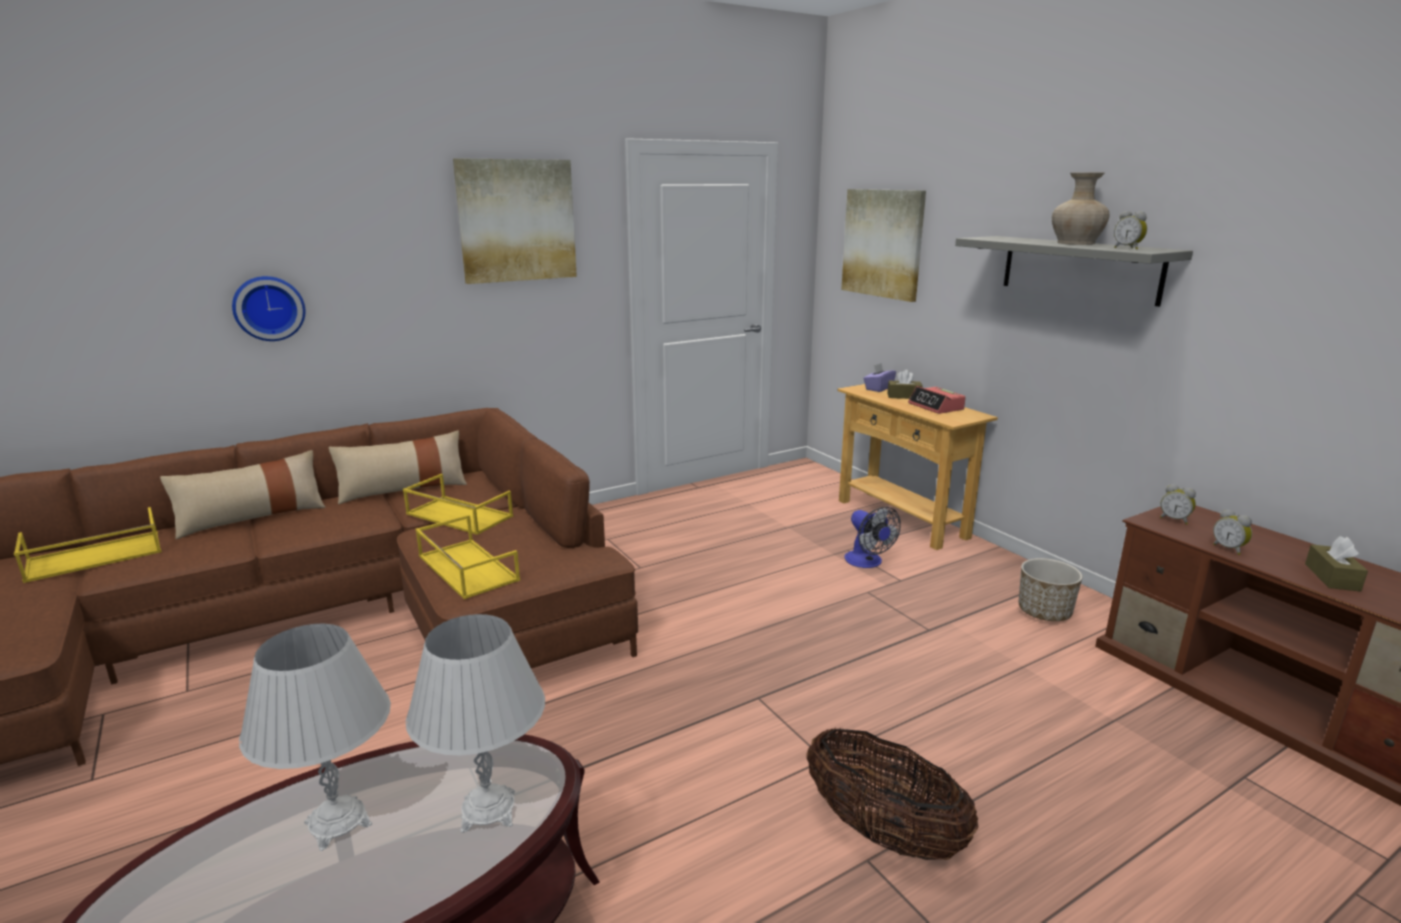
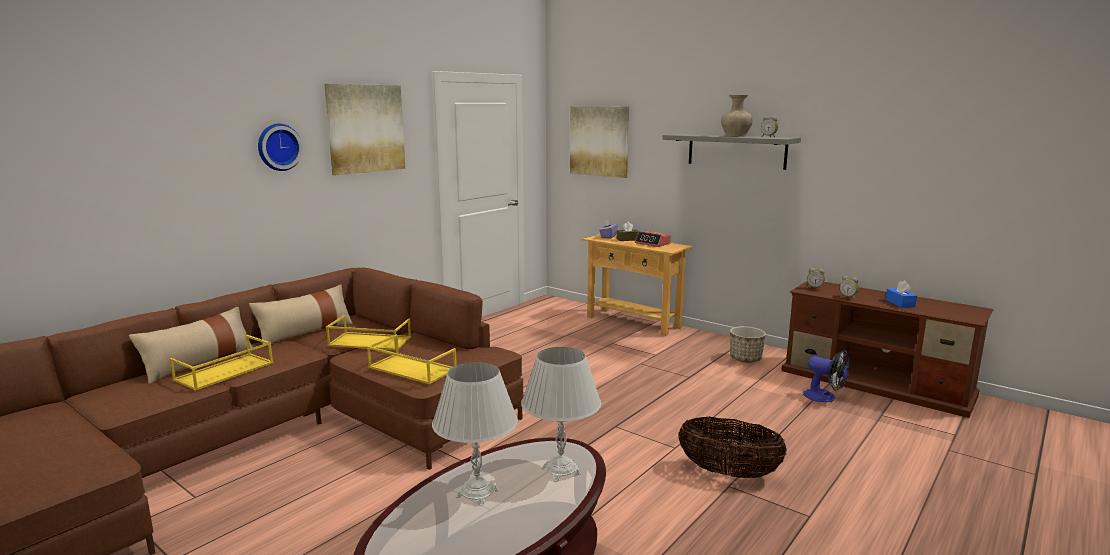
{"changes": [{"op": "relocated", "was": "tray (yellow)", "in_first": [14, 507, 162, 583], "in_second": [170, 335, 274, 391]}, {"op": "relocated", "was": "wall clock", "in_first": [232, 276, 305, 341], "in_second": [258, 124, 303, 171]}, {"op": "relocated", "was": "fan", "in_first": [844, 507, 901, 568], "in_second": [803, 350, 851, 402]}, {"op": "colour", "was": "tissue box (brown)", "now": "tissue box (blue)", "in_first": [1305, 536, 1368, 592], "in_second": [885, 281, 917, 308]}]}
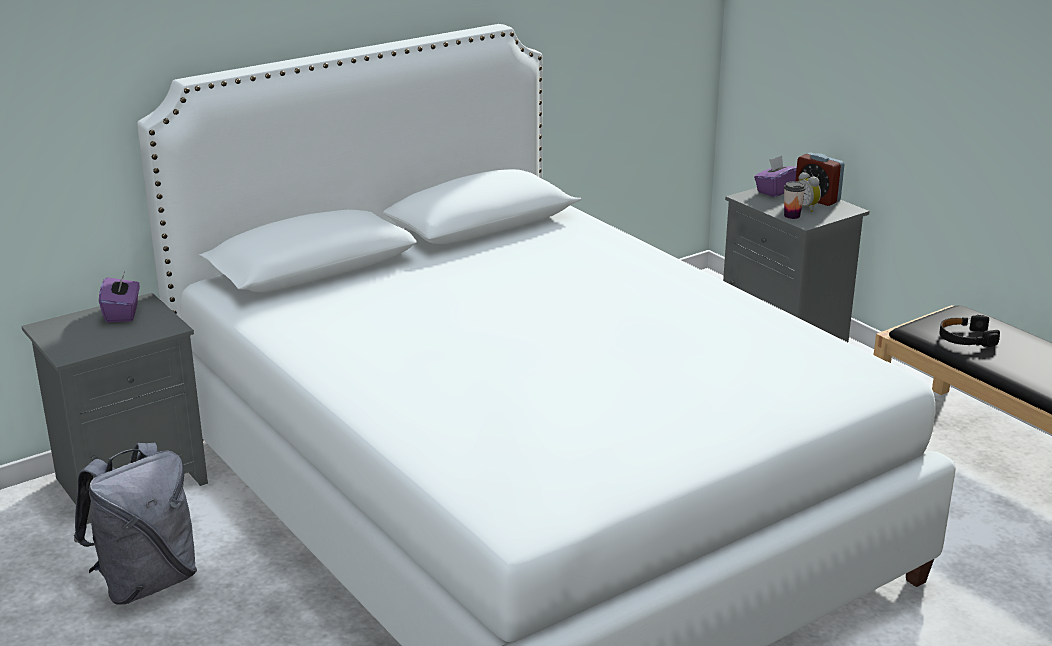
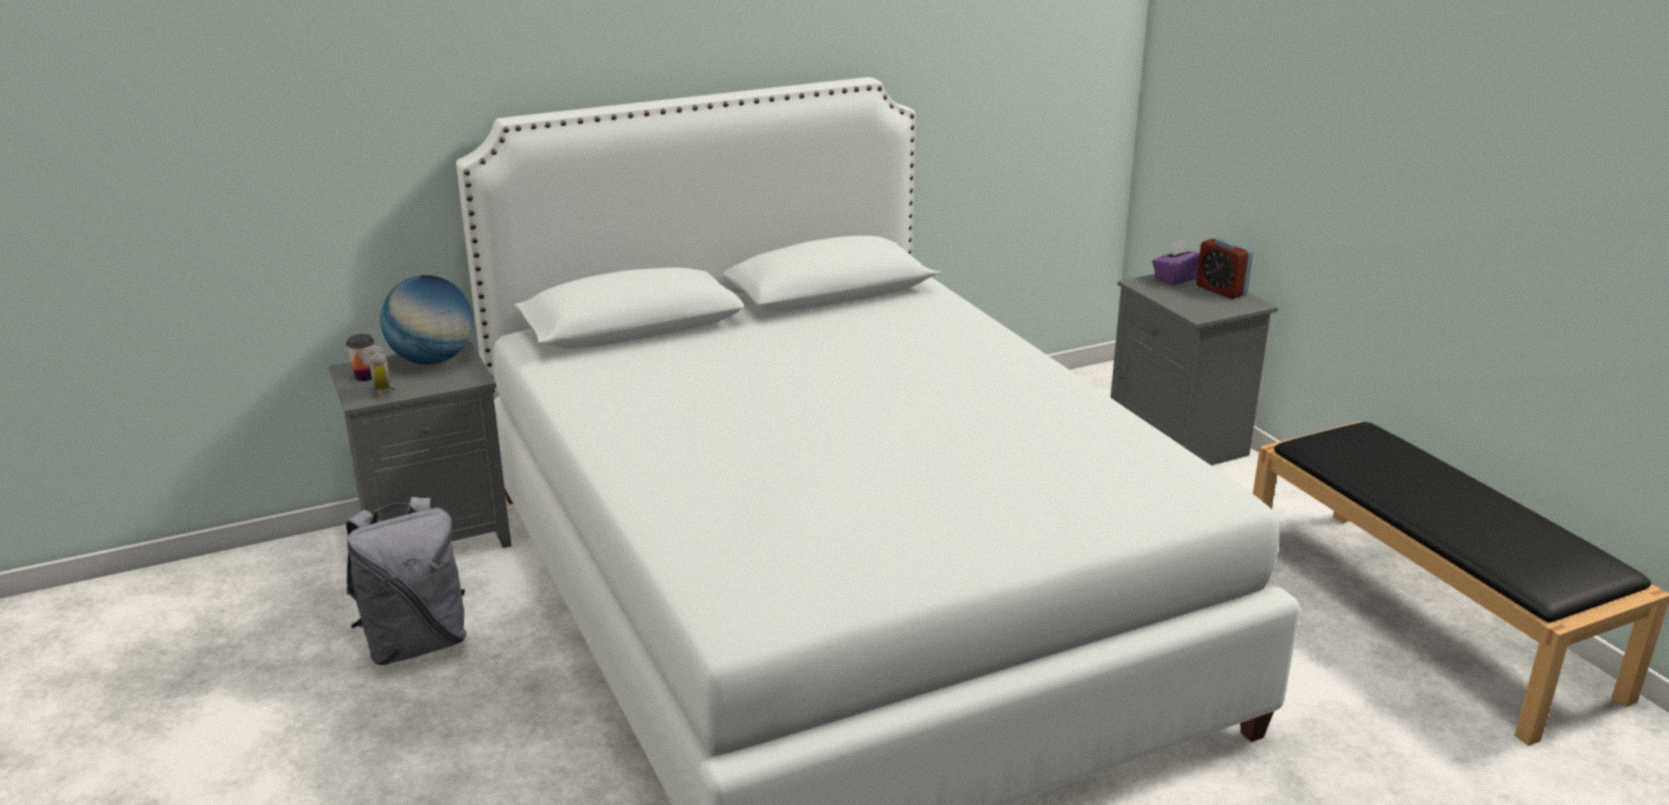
{"changes": [{"op": "missing", "was": "headphones (black)", "in_first": [939, 315, 1000, 347]}, {"op": "relocated", "was": "cup", "in_first": [784, 181, 806, 219], "in_second": [346, 334, 374, 381]}, {"op": "relocated", "was": "alarm clock", "in_first": [798, 172, 821, 212], "in_second": [368, 345, 396, 398]}, {"op": "exchanged", "was": "tissue box (purple)", "now": "globe", "in_first": [99, 272, 140, 323], "in_second": [380, 275, 473, 365]}]}
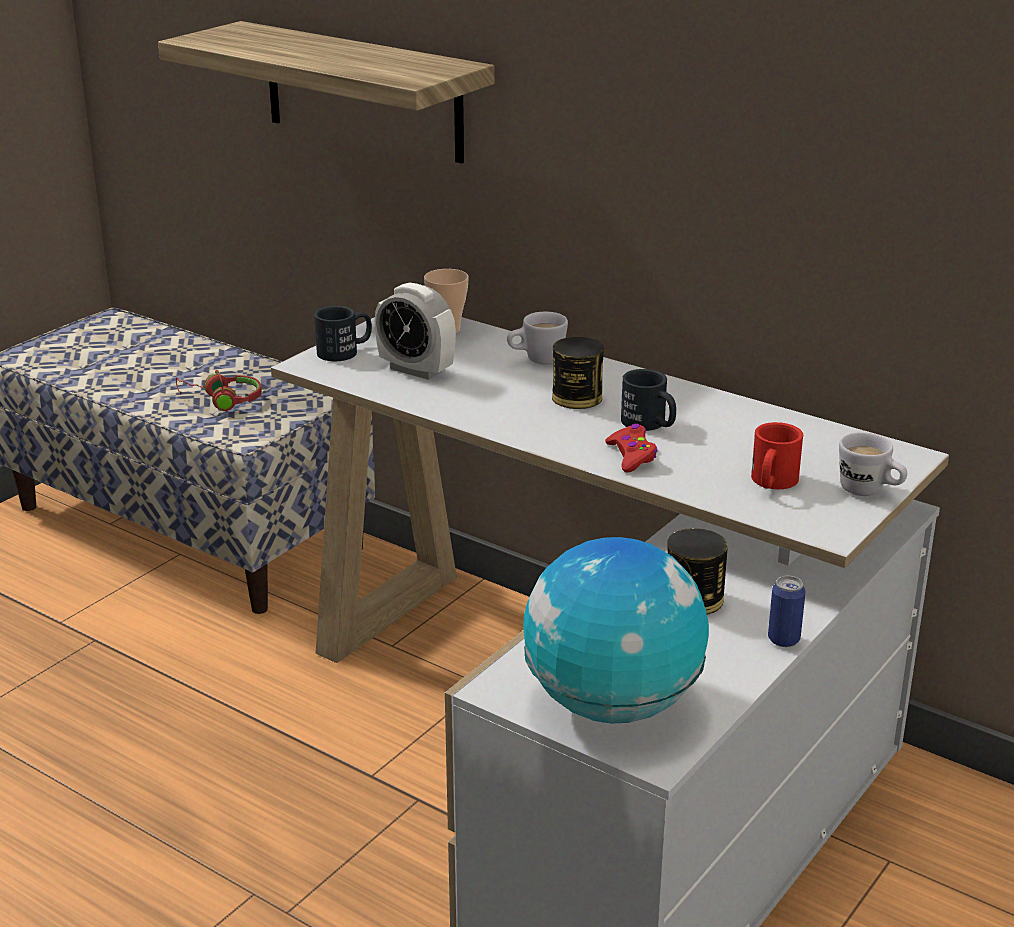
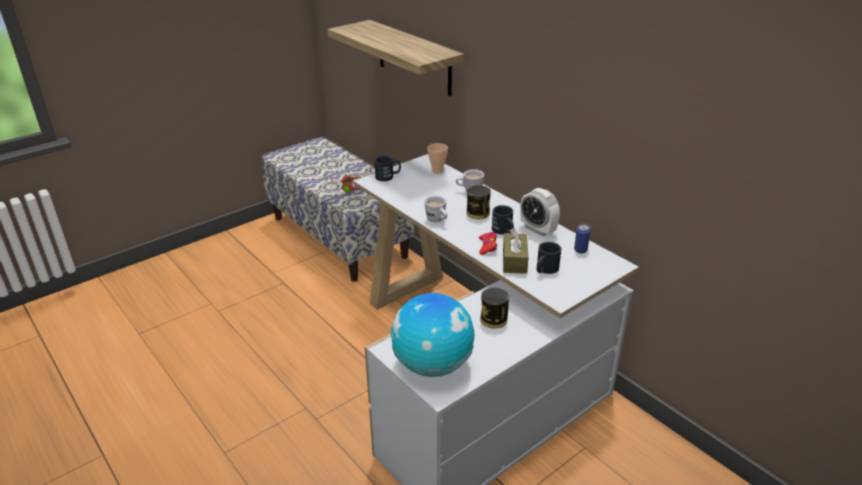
{"changes": [{"op": "appeared", "now": "tissue box (brown)", "in_second": [503, 229, 529, 274]}, {"op": "relocated", "was": "alarm clock", "in_first": [375, 283, 456, 380], "in_second": [520, 188, 560, 236]}, {"op": "relocated", "was": "can", "in_first": [768, 576, 806, 647], "in_second": [574, 224, 590, 253]}, {"op": "relocated", "was": "mug (white)", "in_first": [839, 432, 907, 496], "in_second": [424, 196, 447, 222]}, {"op": "colour", "was": "mug (red)", "now": "mug (black)", "in_first": [751, 422, 803, 489], "in_second": [537, 242, 561, 274]}]}
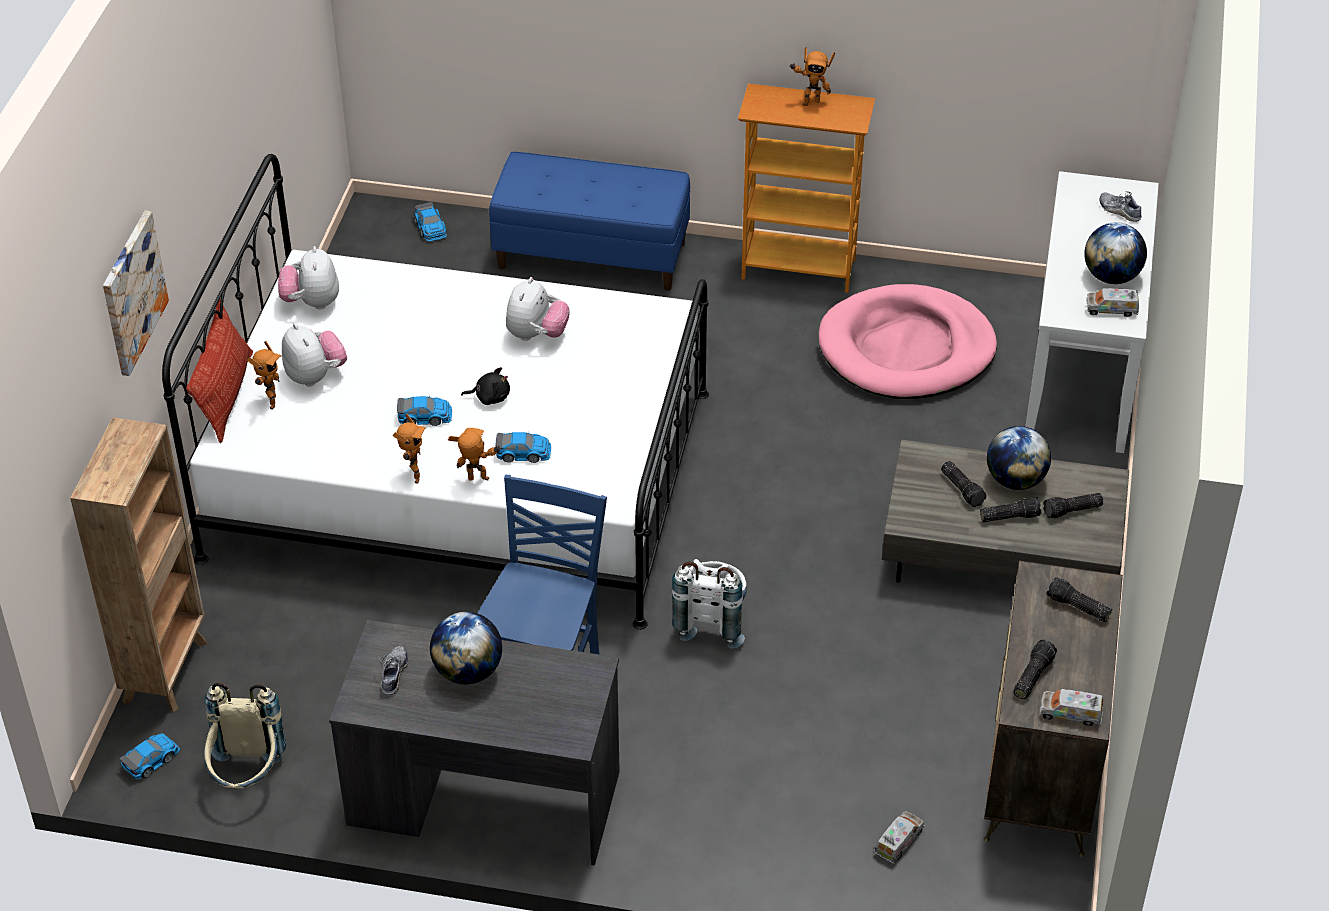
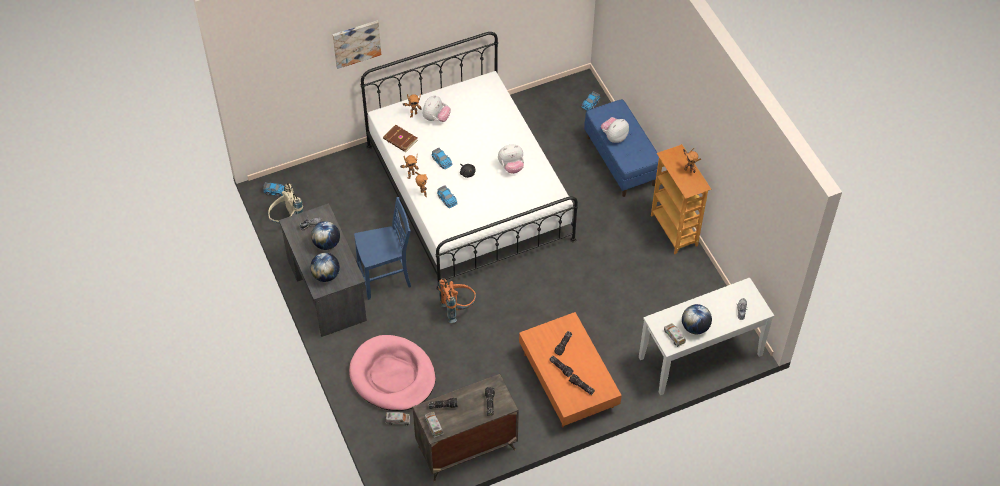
{"changes": [{"op": "missing", "was": "bookcase (brown)", "in_first": [70, 417, 208, 712]}, {"op": "missing", "was": "pillow", "in_first": [186, 299, 253, 443]}, {"op": "appeared", "now": "book (brown)", "in_second": [383, 125, 418, 152]}, {"op": "relocated", "was": "plush toy", "in_first": [278, 246, 339, 310], "in_second": [601, 117, 629, 143]}, {"op": "relocated", "was": "dog bed (pink)", "in_first": [819, 284, 997, 399], "in_second": [349, 335, 436, 411]}, {"op": "relocated", "was": "globe", "in_first": [987, 426, 1051, 490], "in_second": [310, 253, 340, 282]}, {"op": "colour", "was": "backpack (white)", "now": "backpack (orange)", "in_first": [672, 559, 747, 649], "in_second": [438, 278, 476, 323]}, {"op": "colour", "was": "coffee table (grey)", "now": "coffee table (orange)", "in_first": [882, 439, 1129, 582], "in_second": [519, 312, 622, 428]}]}
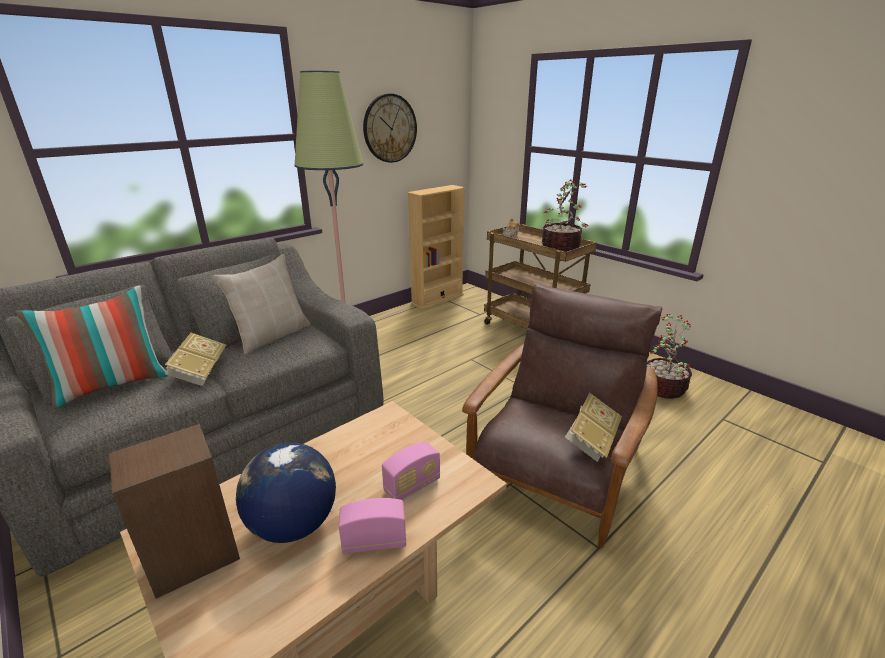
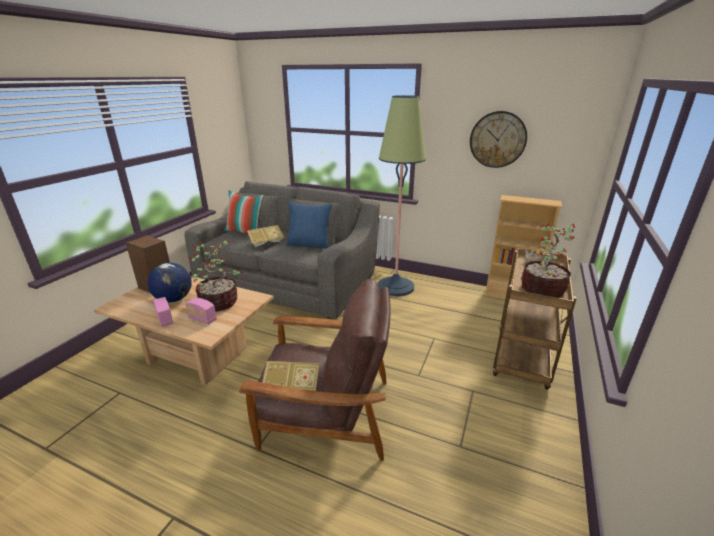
{"changes": [{"op": "relocated", "was": "potted plant", "in_first": [647, 314, 692, 399], "in_second": [189, 240, 243, 312]}, {"op": "colour", "was": "pillow (beige)", "now": "pillow (blue)", "in_first": [212, 254, 311, 355], "in_second": [286, 201, 332, 248]}]}
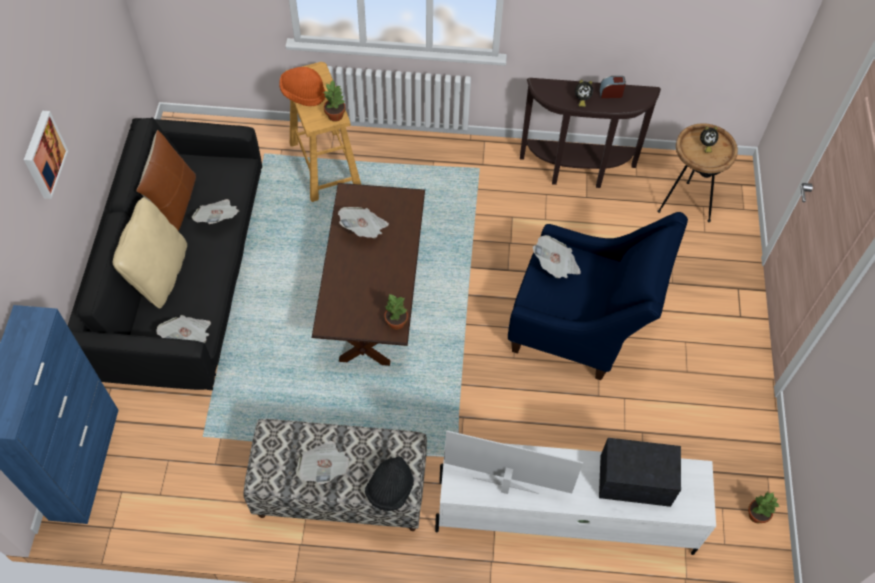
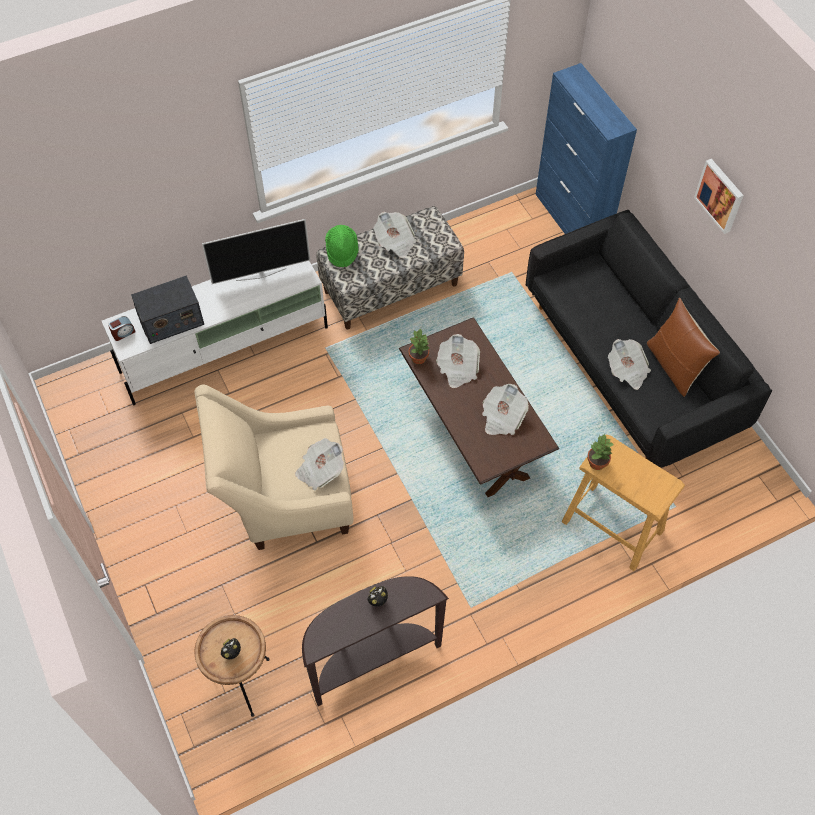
{"changes": [{"op": "missing", "was": "pillow (beige)", "in_first": [113, 197, 187, 308]}, {"op": "missing", "was": "hat (orange)", "in_first": [279, 67, 326, 106]}, {"op": "missing", "was": "potted plant", "in_first": [748, 492, 779, 523]}, {"op": "relocated", "was": "newspaper", "in_first": [156, 315, 211, 343], "in_second": [436, 334, 480, 388]}, {"op": "relocated", "was": "alarm clock", "in_first": [600, 76, 626, 98], "in_second": [108, 316, 136, 341]}, {"op": "colour", "was": "hat (black)", "now": "hat (green)", "in_first": [365, 457, 414, 511], "in_second": [325, 225, 358, 267]}, {"op": "colour", "was": "armchair (blue)", "now": "armchair (beige)", "in_first": [508, 212, 688, 380], "in_second": [195, 384, 353, 550]}]}
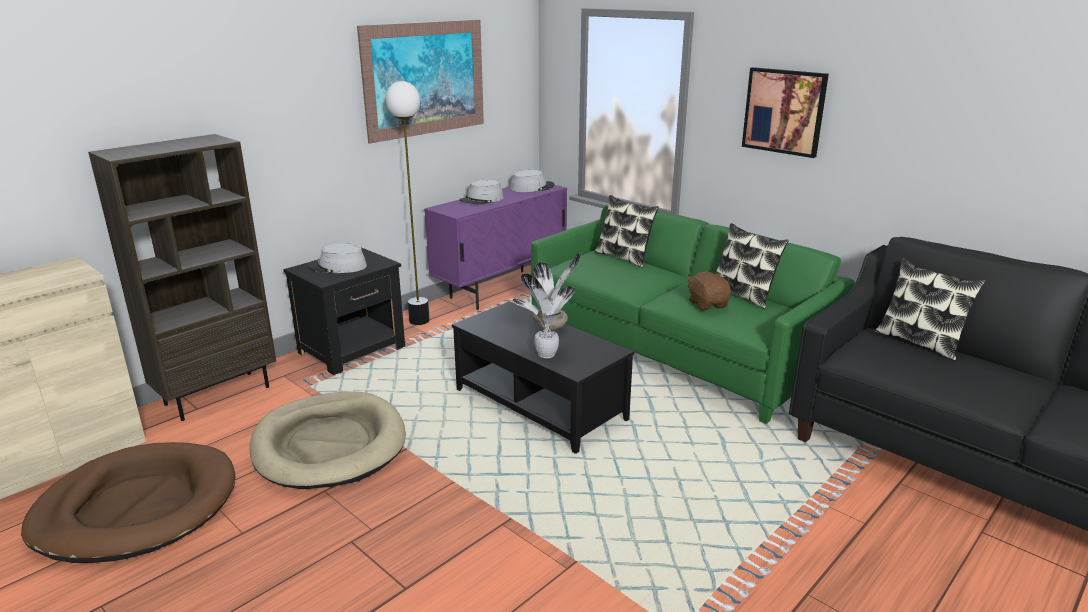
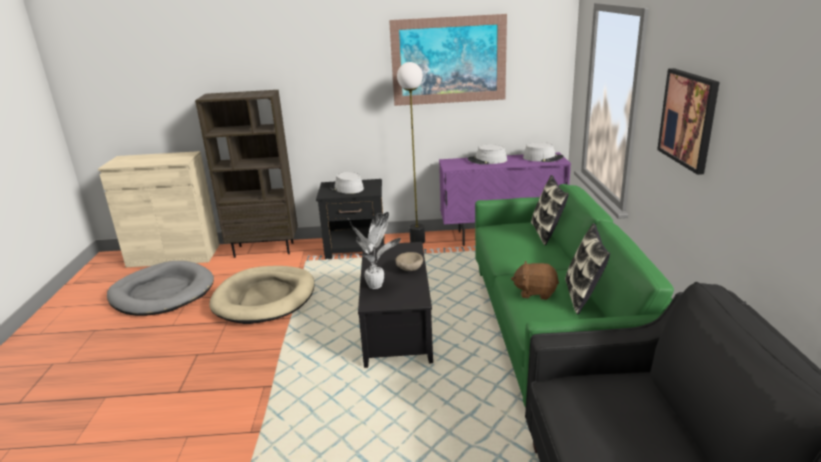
{"changes": [{"op": "missing", "was": "pillow", "in_first": [875, 258, 986, 361]}, {"op": "colour", "was": "dog bed (brown)", "now": "dog bed (grey)", "in_first": [21, 442, 236, 563], "in_second": [107, 261, 214, 316]}, {"op": "spun", "was": "plush toy (brown)", "in_first": [687, 272, 731, 310], "in_second": [511, 261, 559, 300], "clockwise": -105}]}
